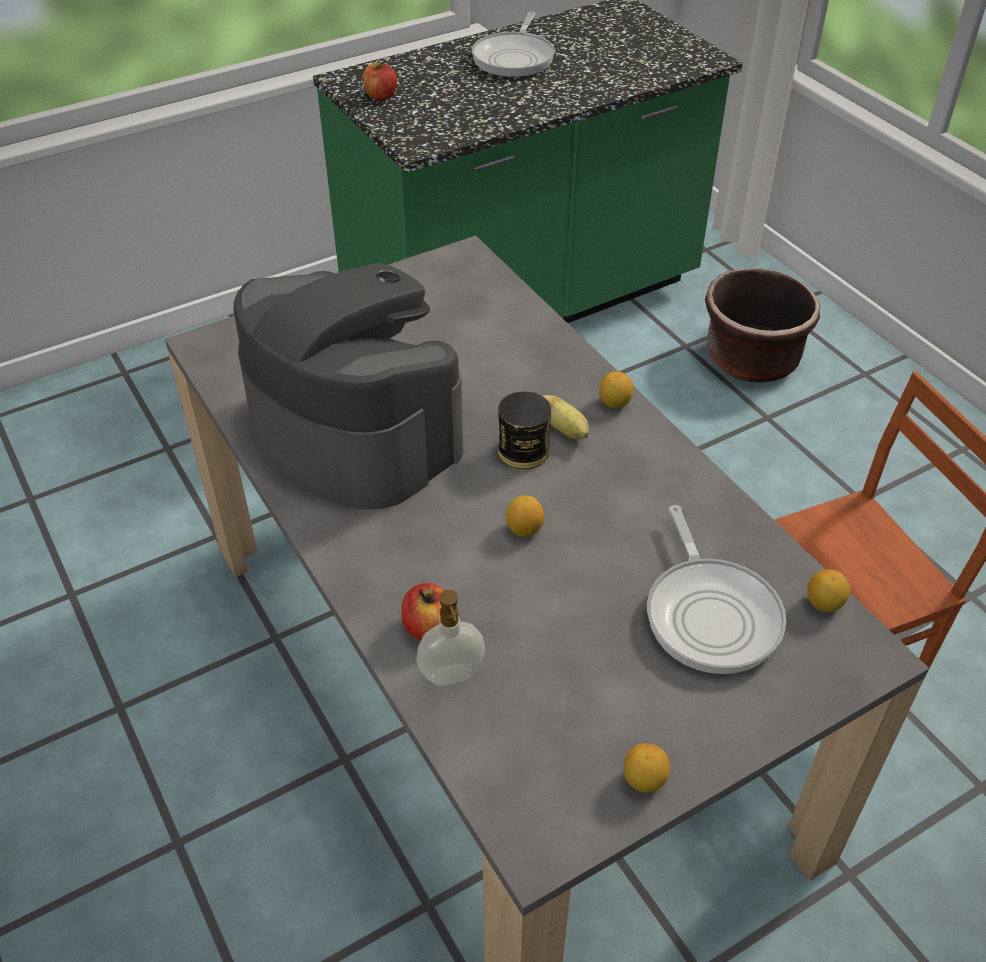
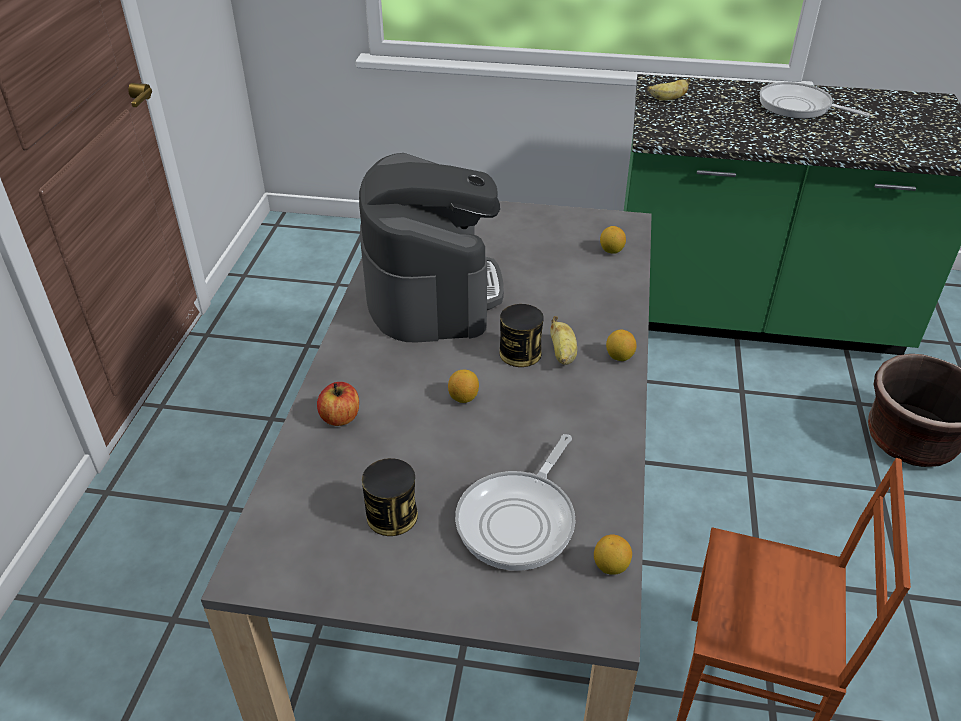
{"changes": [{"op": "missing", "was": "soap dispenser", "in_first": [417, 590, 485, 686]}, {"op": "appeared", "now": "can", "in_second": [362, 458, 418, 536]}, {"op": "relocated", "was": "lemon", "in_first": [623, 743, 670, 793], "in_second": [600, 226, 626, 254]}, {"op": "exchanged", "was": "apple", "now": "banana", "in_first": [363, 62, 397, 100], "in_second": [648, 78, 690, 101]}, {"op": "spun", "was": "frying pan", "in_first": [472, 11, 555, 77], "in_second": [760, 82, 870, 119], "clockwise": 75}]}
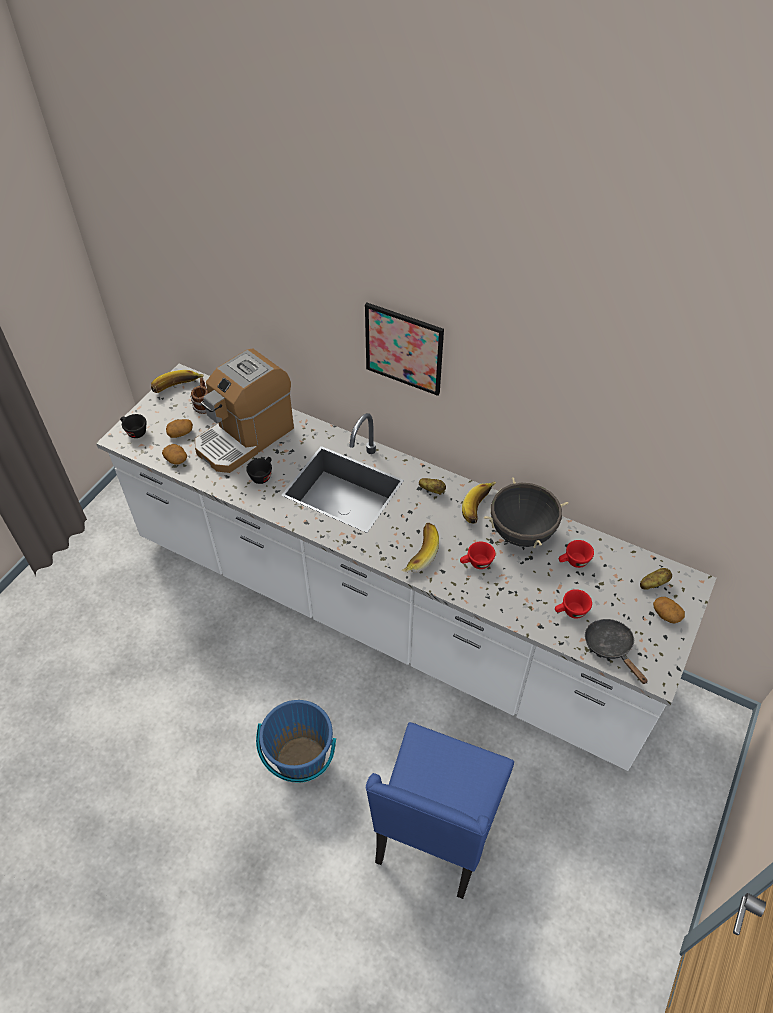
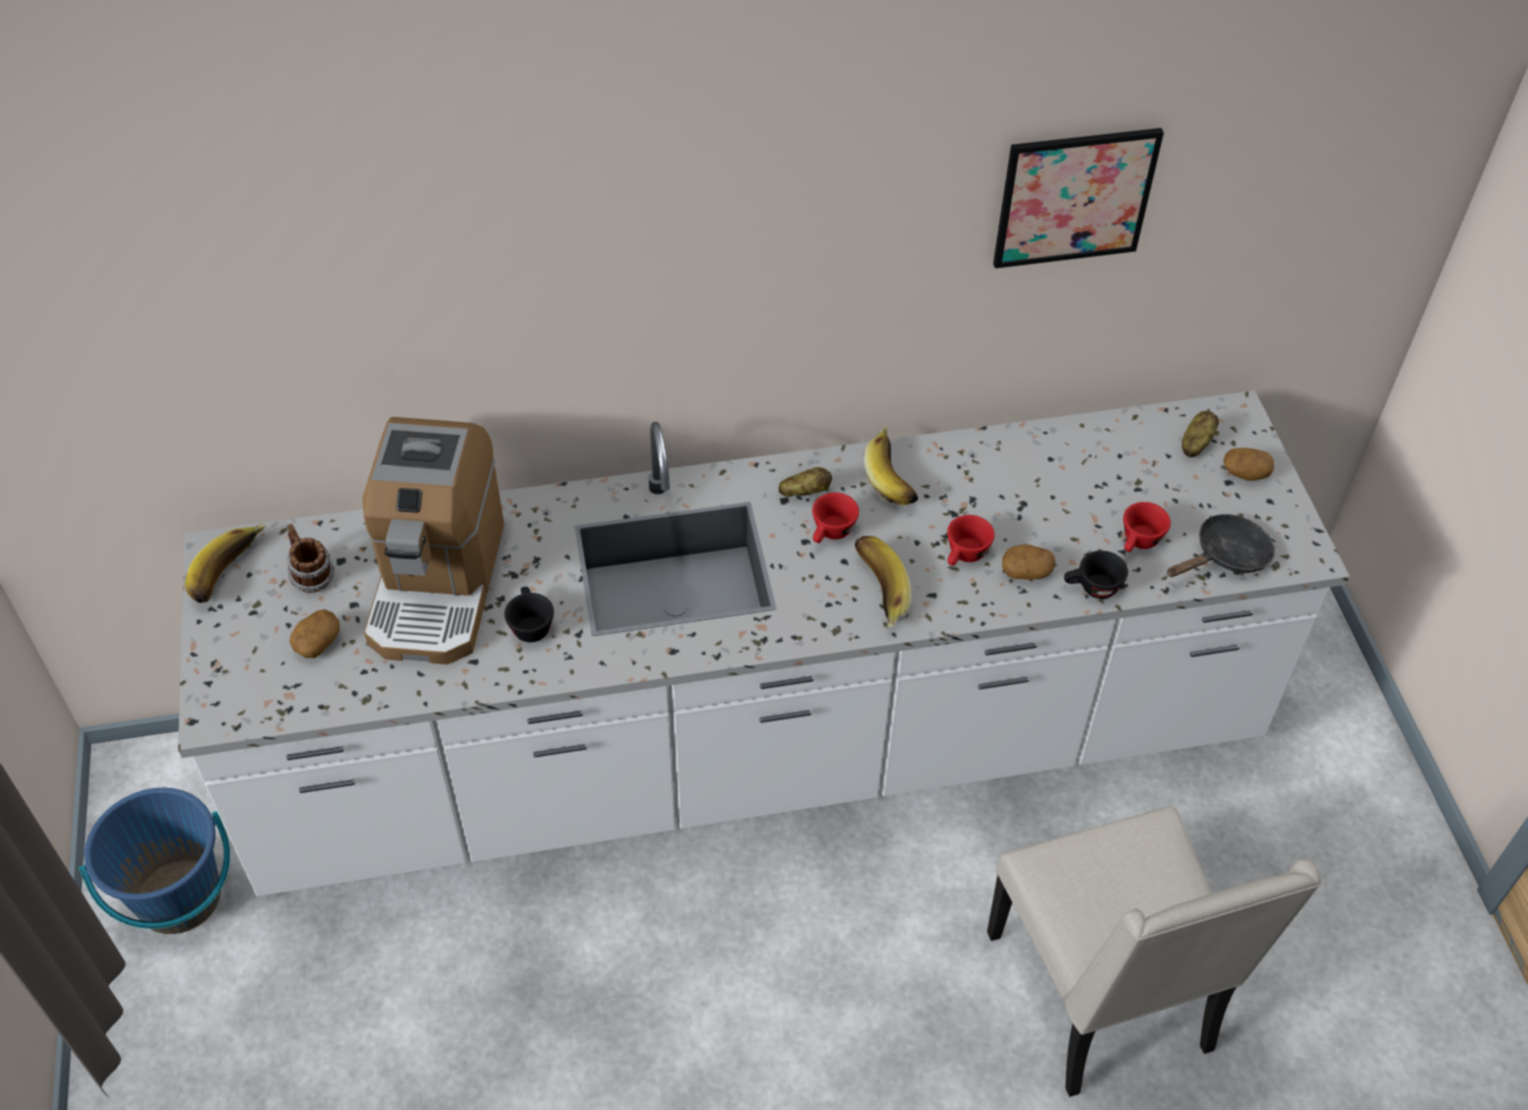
{"changes": [{"op": "missing", "was": "cooking pot (black)", "in_first": [484, 477, 568, 548]}, {"op": "relocated", "was": "cup (black)", "in_first": [120, 414, 146, 438], "in_second": [1064, 551, 1128, 599]}, {"op": "relocated", "was": "potato", "in_first": [162, 444, 187, 465], "in_second": [1002, 544, 1055, 580]}, {"op": "relocated", "was": "bucket (blue)", "in_first": [256, 700, 336, 783], "in_second": [79, 787, 230, 934]}, {"op": "relocated", "was": "picture", "in_first": [365, 303, 444, 396], "in_second": [993, 128, 1164, 268]}, {"op": "relocated", "was": "cup (red)", "in_first": [559, 540, 594, 568], "in_second": [812, 492, 859, 543]}, {"op": "colour", "was": "chair (blue)", "now": "chair (beige)", "in_first": [366, 722, 514, 899], "in_second": [987, 806, 1321, 1097]}, {"op": "spun", "was": "frying pan (black)", "in_first": [585, 619, 648, 684], "in_second": [1167, 514, 1275, 577], "clockwise": 120}]}
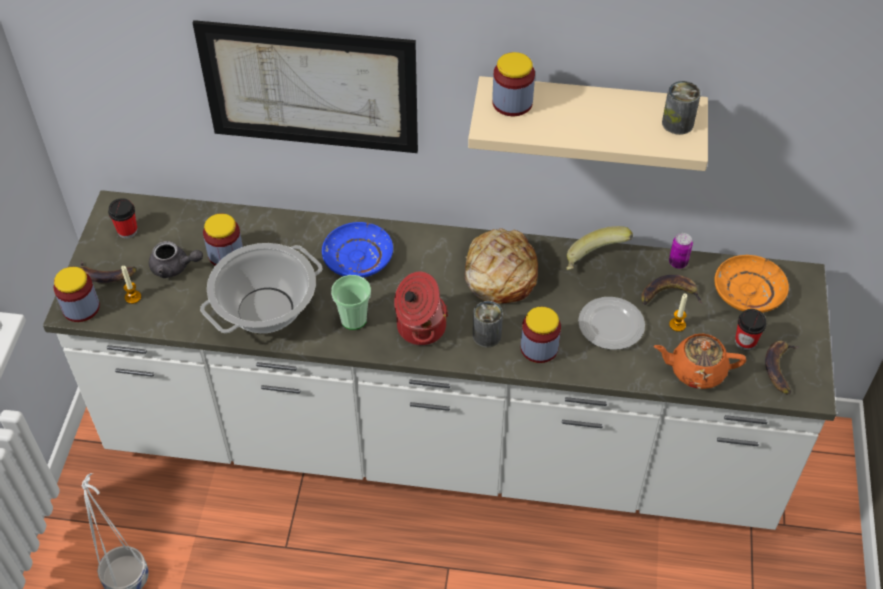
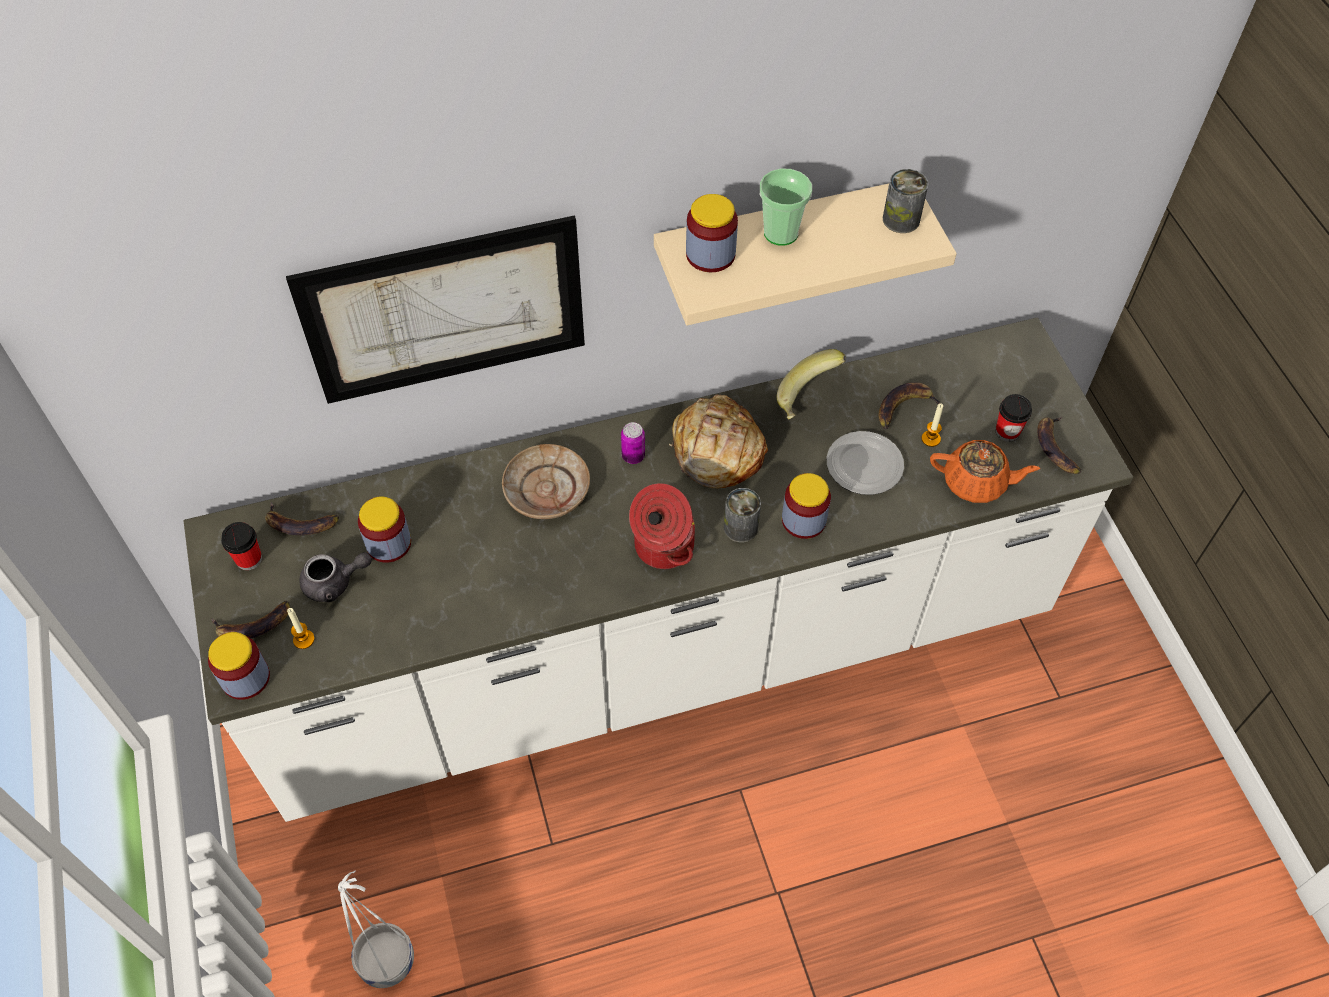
{"changes": [{"op": "missing", "was": "cooking pot", "in_first": [200, 243, 323, 333]}, {"op": "missing", "was": "plate (orange)", "in_first": [715, 255, 789, 313]}, {"op": "appeared", "now": "banana", "in_second": [265, 503, 339, 535]}, {"op": "relocated", "was": "cup", "in_first": [331, 275, 371, 330], "in_second": [760, 168, 812, 246]}, {"op": "relocated", "was": "can", "in_first": [669, 233, 693, 269], "in_second": [621, 422, 645, 464]}, {"op": "colour", "was": "plate (blue)", "now": "plate (beige)", "in_first": [322, 222, 393, 277], "in_second": [502, 444, 590, 519]}, {"op": "spun", "was": "teapot (orange)", "in_first": [654, 334, 746, 389], "in_second": [930, 440, 1040, 503], "clockwise": -150}]}
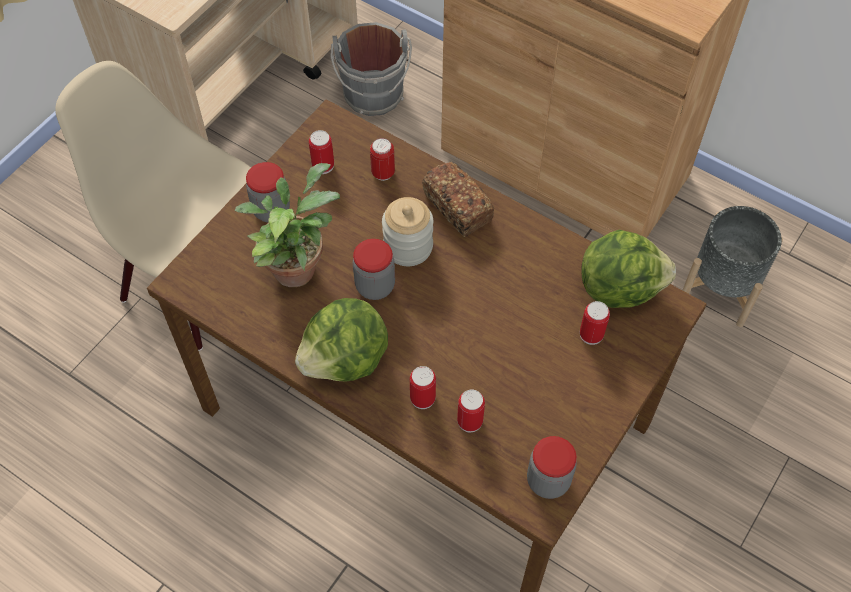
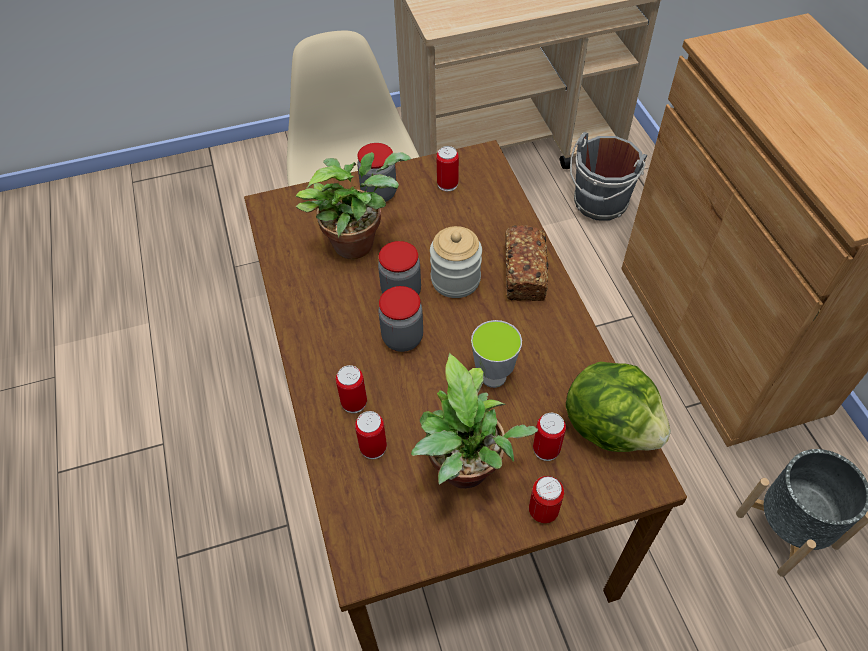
{"changes": [{"op": "missing", "was": "lettuce", "in_first": [295, 298, 388, 381]}, {"op": "appeared", "now": "potted plant", "in_second": [411, 353, 538, 489]}, {"op": "appeared", "now": "cup", "in_second": [471, 320, 522, 388]}, {"op": "relocated", "was": "can", "in_first": [370, 138, 395, 181], "in_second": [529, 476, 564, 523]}, {"op": "relocated", "was": "jar", "in_first": [527, 436, 577, 499], "in_second": [378, 286, 423, 352]}]}
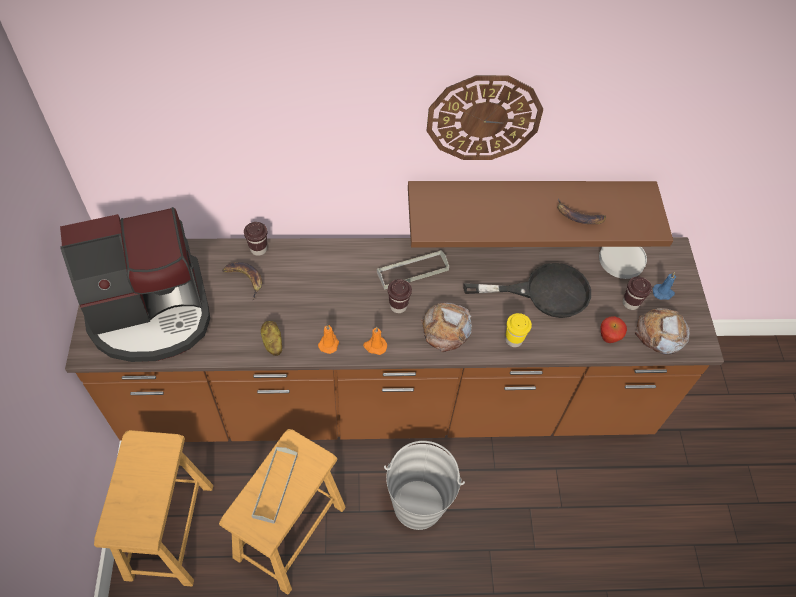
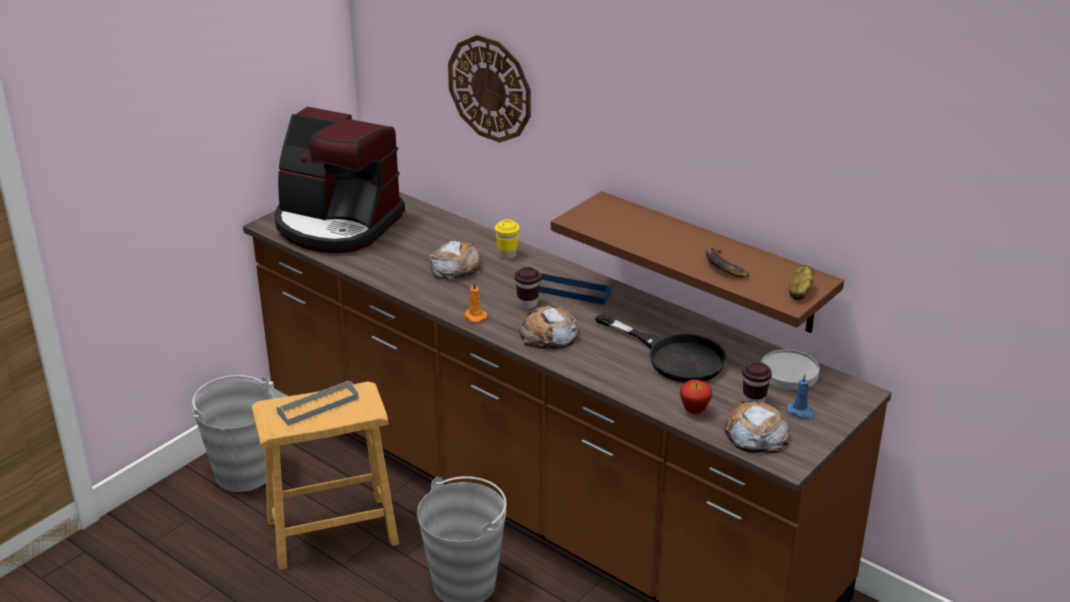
{"changes": [{"op": "missing", "was": "banana", "in_first": [222, 262, 262, 300]}, {"op": "missing", "was": "cup (brown)", "in_first": [244, 222, 267, 256]}, {"op": "missing", "was": "candle (orange)", "in_first": [318, 325, 339, 354]}, {"op": "appeared", "now": "bread", "in_second": [430, 241, 481, 280]}, {"op": "relocated", "was": "potato", "in_first": [261, 321, 282, 356], "in_second": [789, 265, 815, 300]}, {"op": "relocated", "was": "wall clock", "in_first": [427, 75, 543, 160], "in_second": [448, 35, 531, 143]}, {"op": "relocated", "was": "cup (yellow)", "in_first": [505, 313, 532, 347], "in_second": [495, 220, 520, 260]}, {"op": "exchanged", "was": "stool (brown)", "now": "bucket (grey)", "in_first": [94, 430, 213, 586], "in_second": [192, 375, 274, 492]}, {"op": "colour", "was": "tray (grey)", "now": "tray (blue)", "in_first": [377, 250, 449, 290], "in_second": [539, 273, 612, 305]}]}
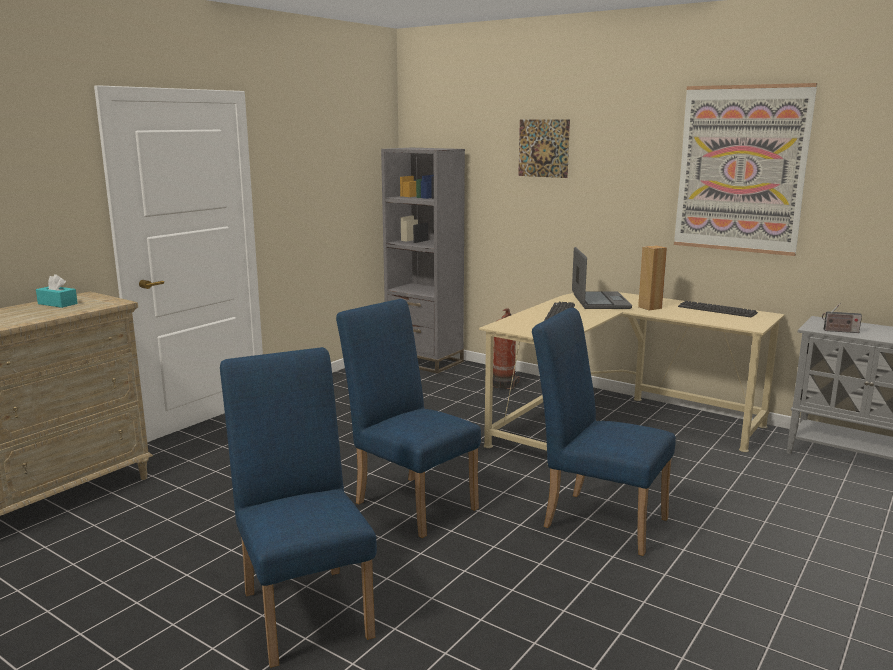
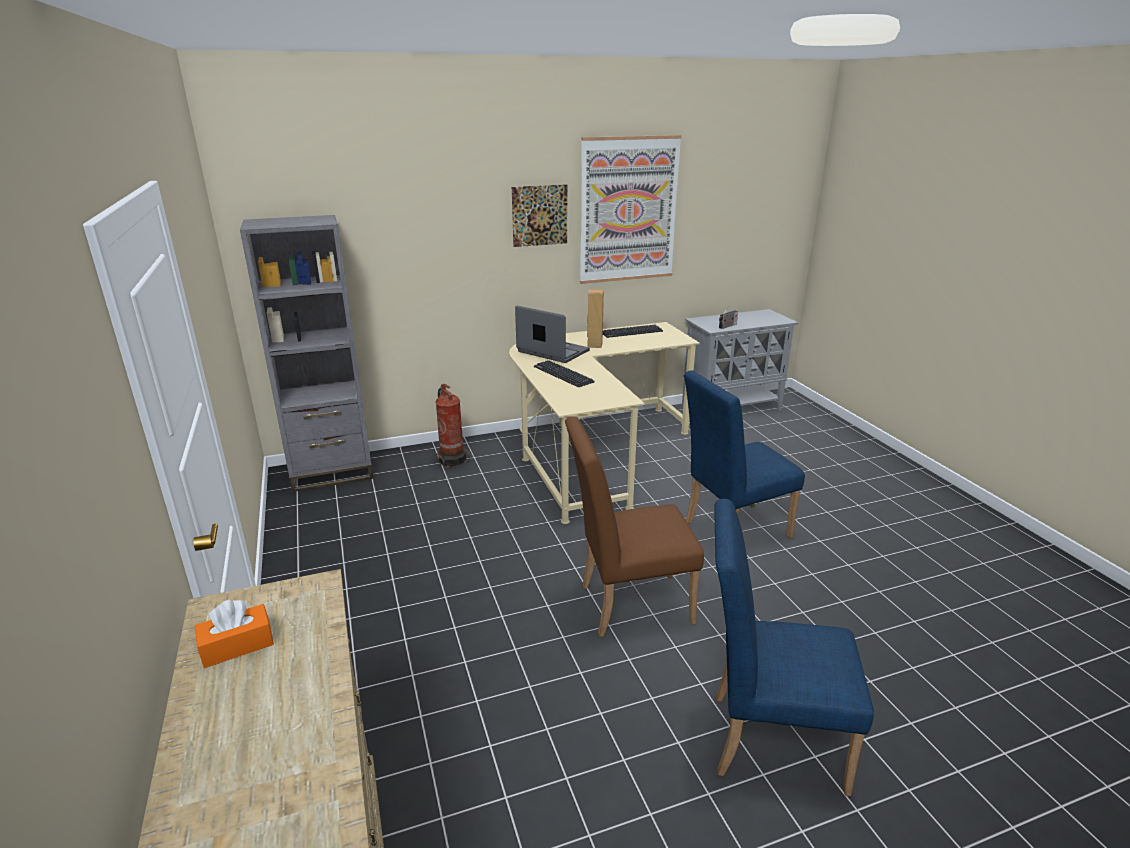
{"changes": [{"op": "relocated", "was": "picture", "in_first": [518, 120, 570, 178], "in_second": [512, 184, 567, 247]}, {"op": "colour", "was": "tissue box (turquoise)", "now": "tissue box (orange)", "in_first": [36, 274, 78, 308], "in_second": [195, 600, 274, 668]}, {"op": "colour", "was": "chair (blue)", "now": "chair (brown)", "in_first": [336, 299, 481, 538], "in_second": [565, 416, 704, 637]}]}
